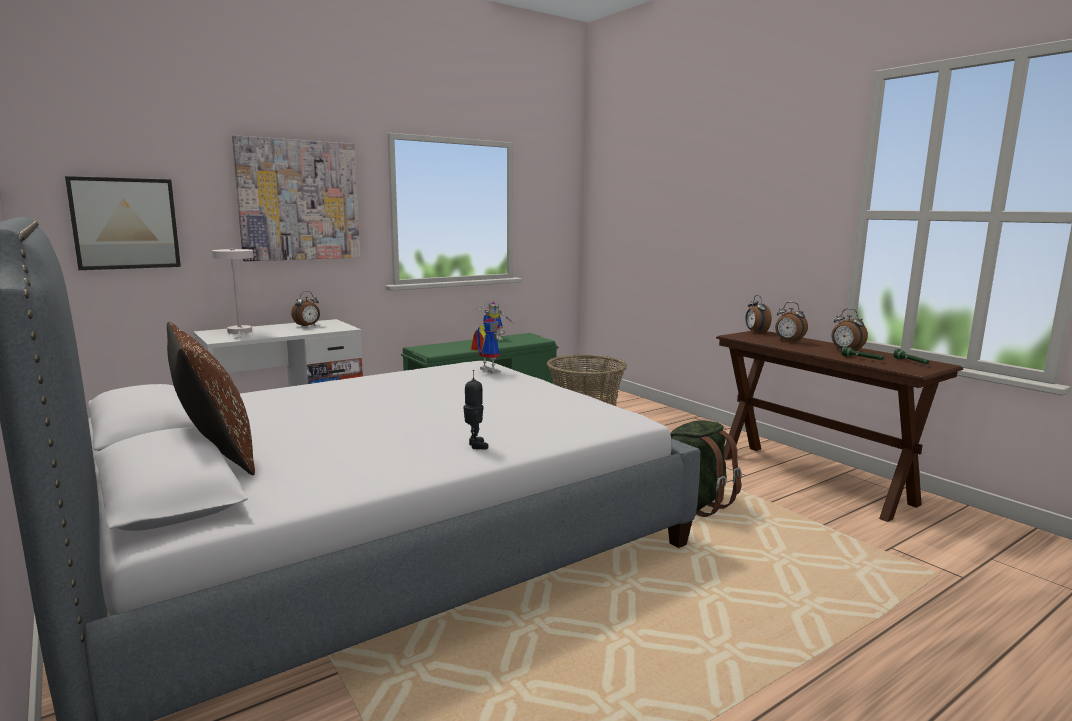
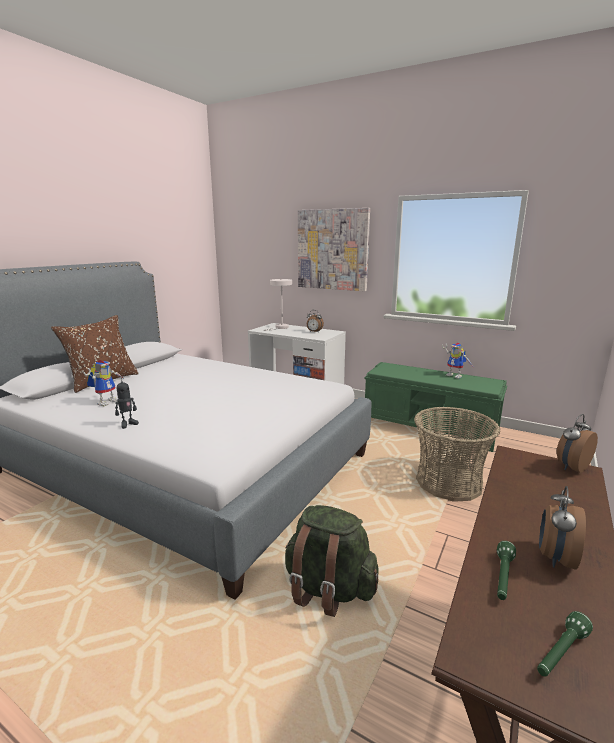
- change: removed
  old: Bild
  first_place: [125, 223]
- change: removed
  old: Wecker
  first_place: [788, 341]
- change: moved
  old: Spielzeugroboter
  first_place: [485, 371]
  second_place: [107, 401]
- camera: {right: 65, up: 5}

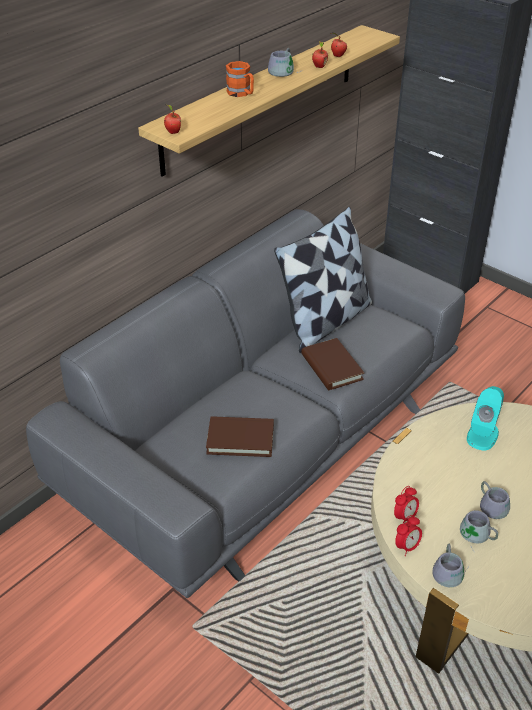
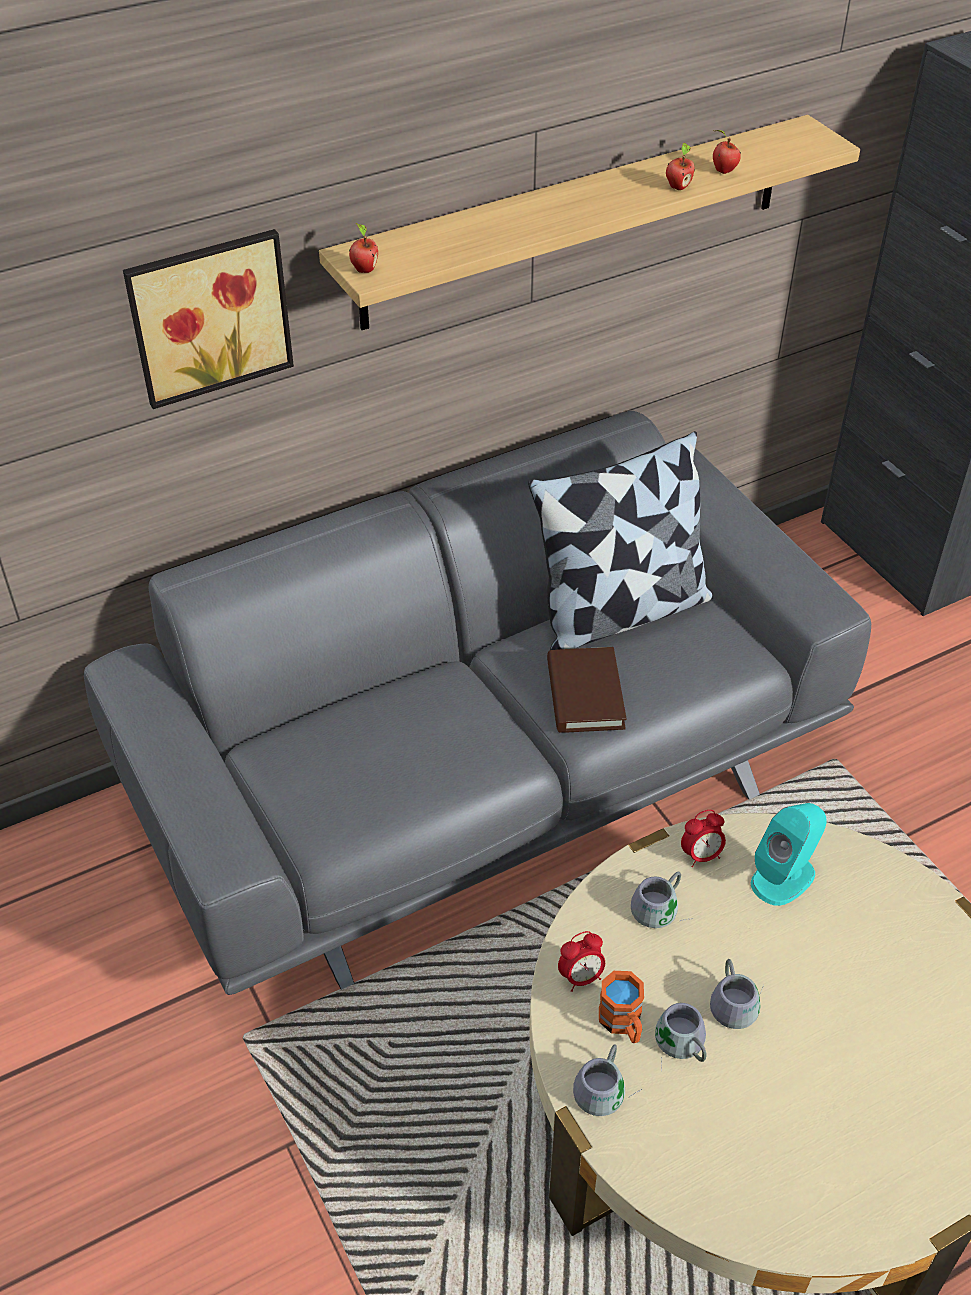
- change: moved
  old: Henkelbecher [grau]
  first_place: [285, 71]
  second_place: [662, 909]
- change: moved
  old: Henkelbecher [orange]
  first_place: [241, 93]
  second_place: [623, 1023]
- change: removed
  old: Buch [braun]
  first_place: [240, 439]
- change: moved
  old: Wecker
  first_place: [407, 546]
  second_place: [701, 855]
- change: added
  new: Bild
  second_place: [208, 315]
- camera: {right: 20, up: 5}

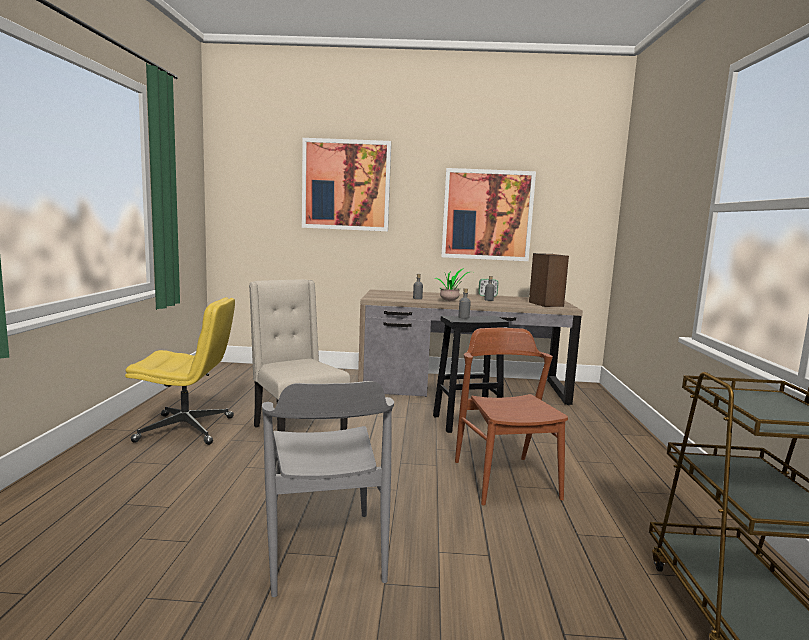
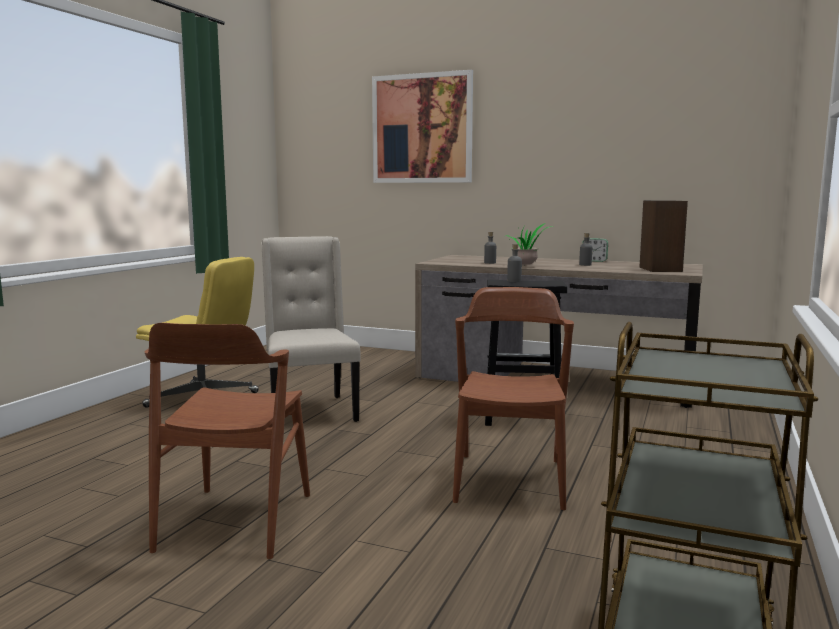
- change: removed
  old: Bild
  first_place: [487, 215]
- change: recoloured
  old: Stuhl [grau]
  new: Stuhl [braun]
  first_place: [324, 551]
  second_place: [235, 521]
- camera: {right: 20, up: 0}

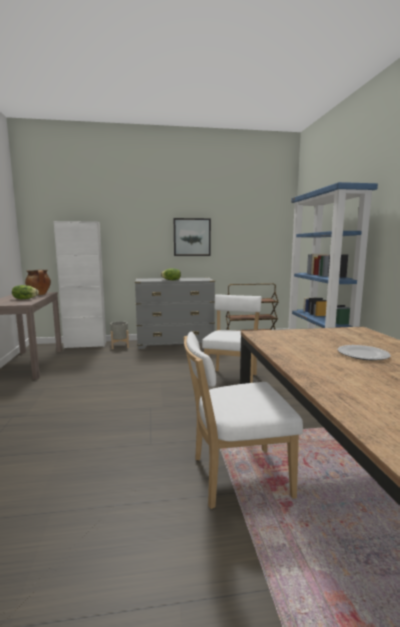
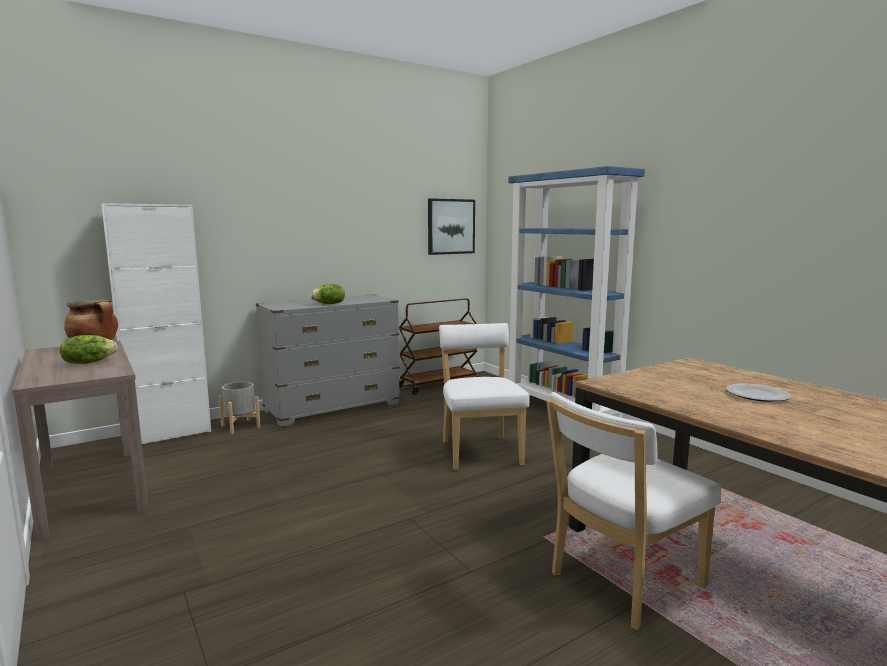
- change: moved
  old: Bild
  first_place: [192, 237]
  second_place: [450, 226]
- camera: {right: -25, up: 0}

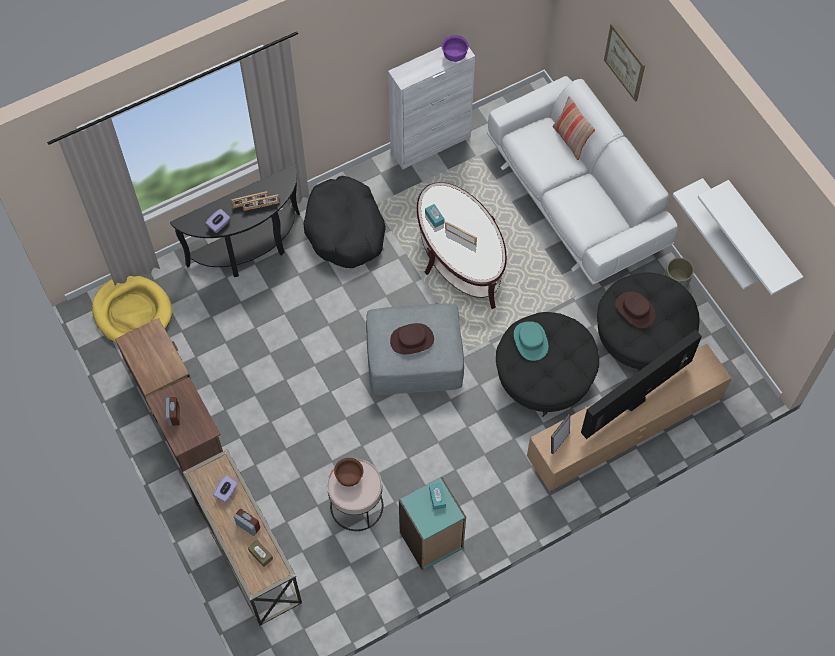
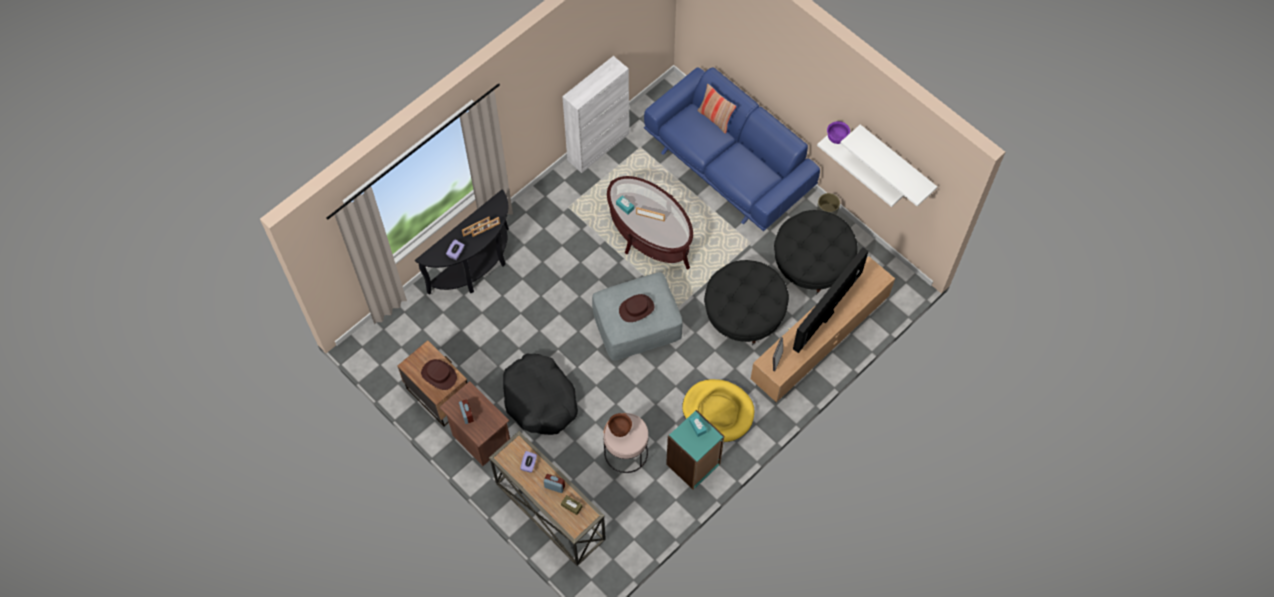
- change: removed
  old: Bild
  first_place: [624, 62]
- change: moved
  old: Schüssel [lila]
  first_place: [454, 56]
  second_place: [836, 138]
- change: recoloured
  old: Sofa [weiß]
  new: Sofa [blau]
  first_place: [576, 199]
  second_place: [729, 165]
- change: moved
  old: Hundebett [schwarz]
  first_place: [345, 229]
  second_place: [540, 399]
- change: moved
  old: Hundebett [gelb]
  first_place: [132, 312]
  second_place: [718, 411]
- change: moved
  old: Hut [braun]
  first_place: [635, 310]
  second_place: [439, 375]
- change: removed
  old: Hut [türkis]
  first_place: [530, 341]
- camera: {right: -15, up: 0}

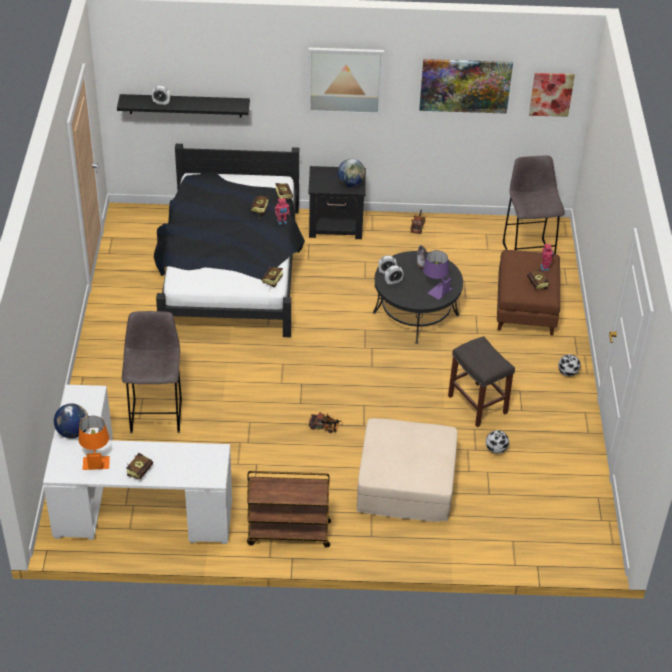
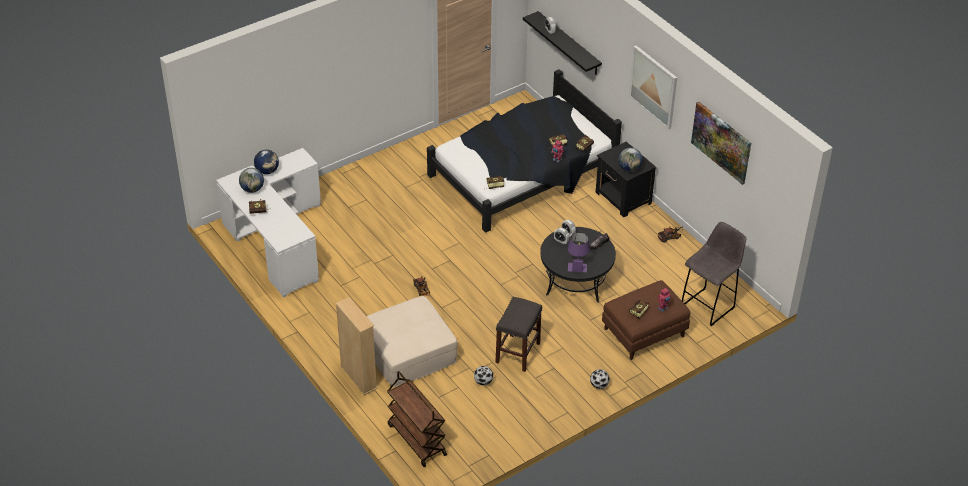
- change: removed
  old: Bild
  first_place: [551, 94]
- change: removed
  old: Hocker [grau]
  first_place: [156, 414]
- change: replaced
  old: Tischlampe [orange]
  new: Globus
  first_place: [96, 458]
  second_place: [252, 189]
- change: moved
  old: Rollwagen [braun]
  first_place: [288, 533]
  second_place: [416, 440]
- change: added
  new: Bücherregal [beige]
  second_place: [358, 377]
- camera: {right: 55, up: 0}

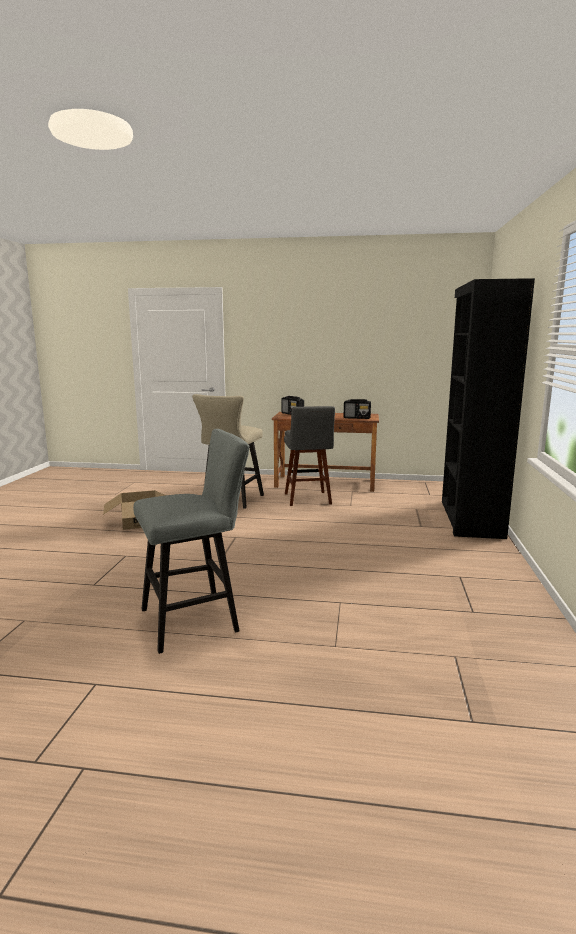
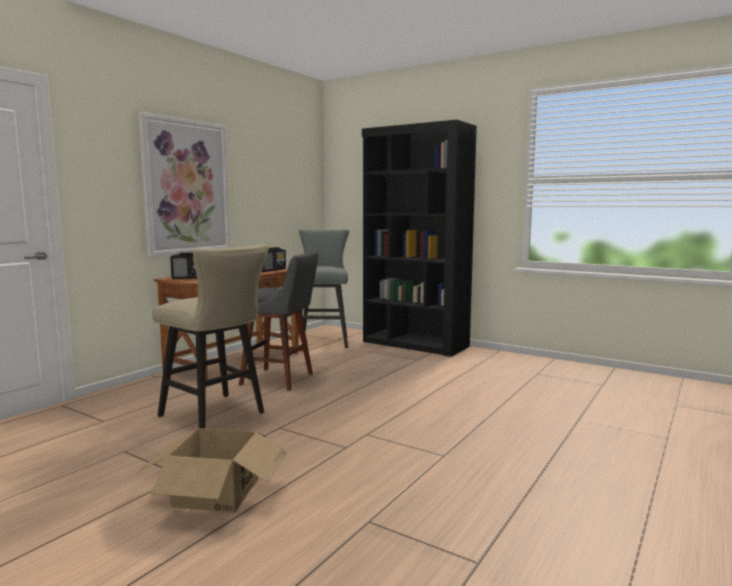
- change: moved
  old: Hocker [grau]
  first_place: [197, 619]
  second_place: [323, 340]
- change: added
  new: Bild
  second_place: [186, 187]
- camera: {right: -65, up: -5}

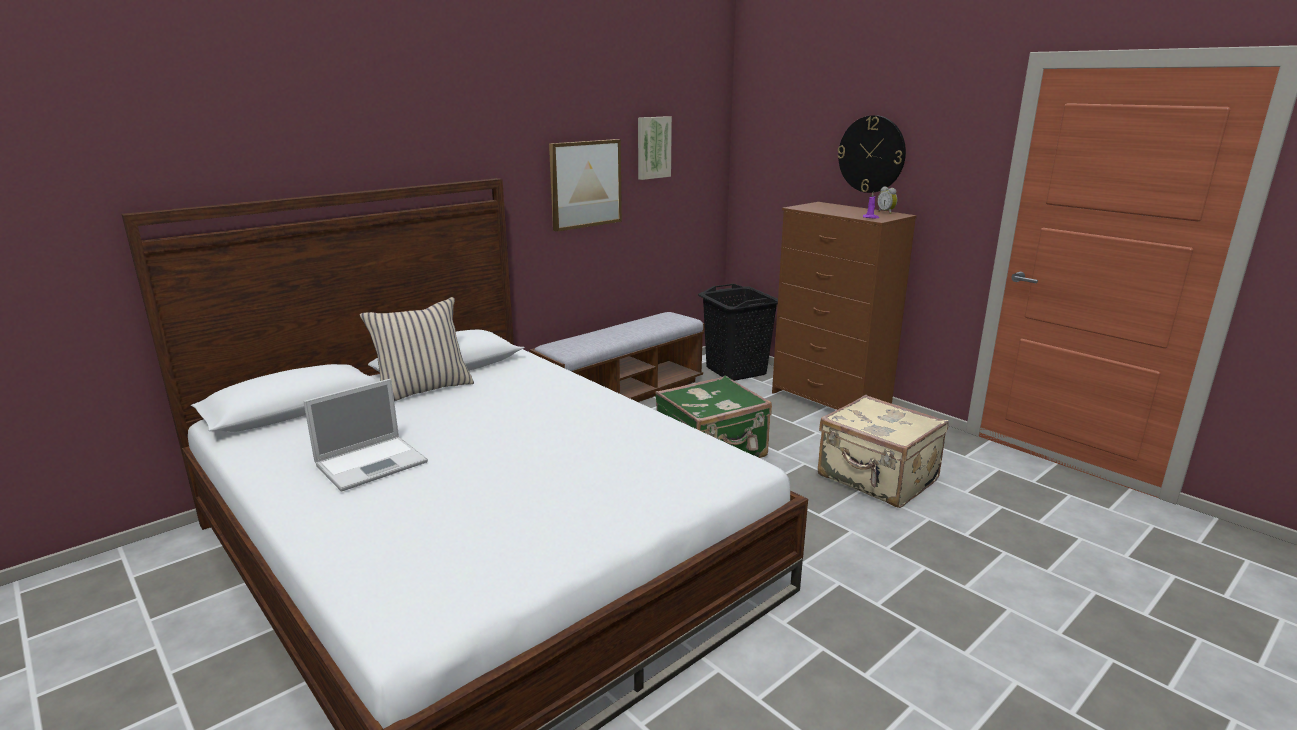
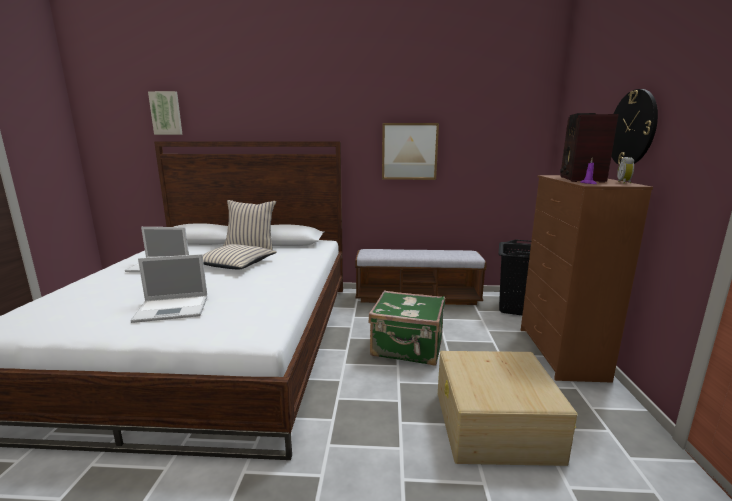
- change: moved
  old: Bild
  first_place: [653, 147]
  second_place: [166, 113]
- change: replaced
  old: Koffer [beige]
  new: Aufbewahrungsbox [beige]
  first_place: [877, 479]
  second_place: [495, 425]
- change: added
  new: Radio
  second_place: [581, 179]
- change: added
  new: Kissen [beige]
  second_place: [236, 264]
- change: added
  new: Laptop
  second_place: [173, 308]
- camera: {right: 45, up: -5}

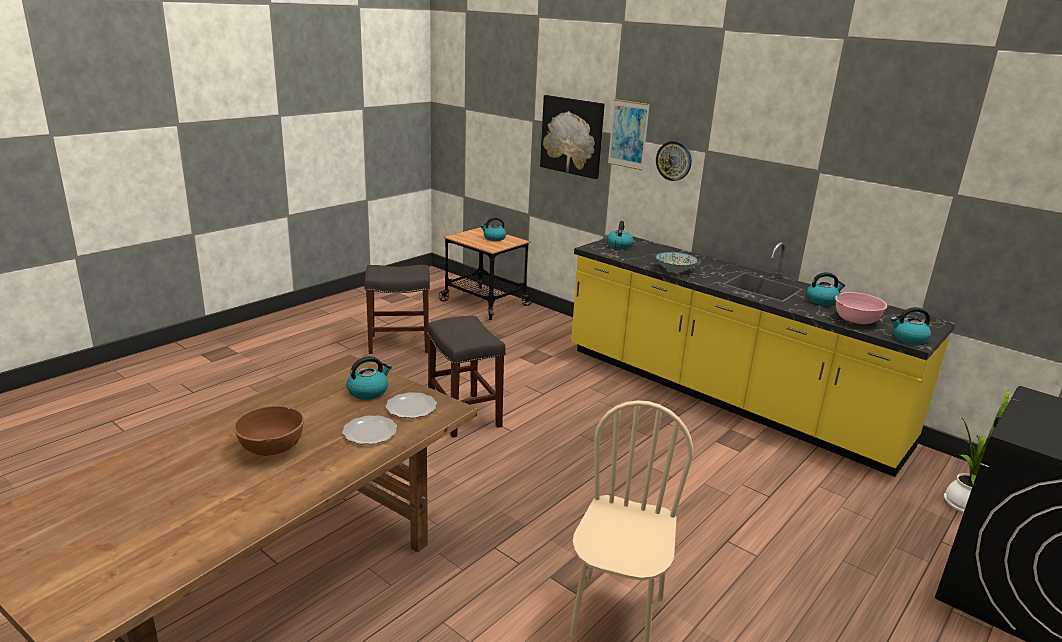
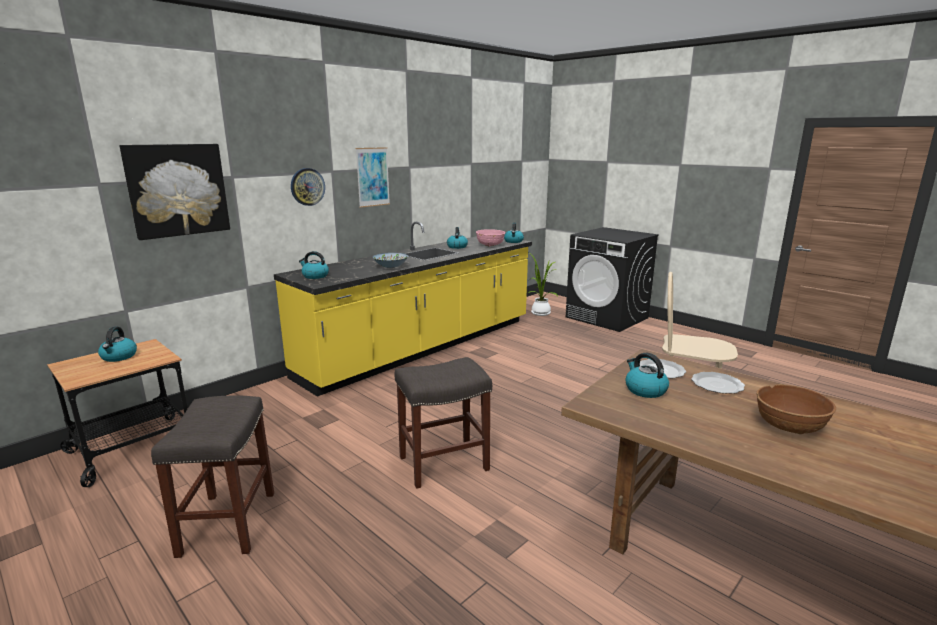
- change: moved
  old: Bild
  first_place: [628, 134]
  second_place: [373, 177]
- camera: {right: -85, up: -5}

